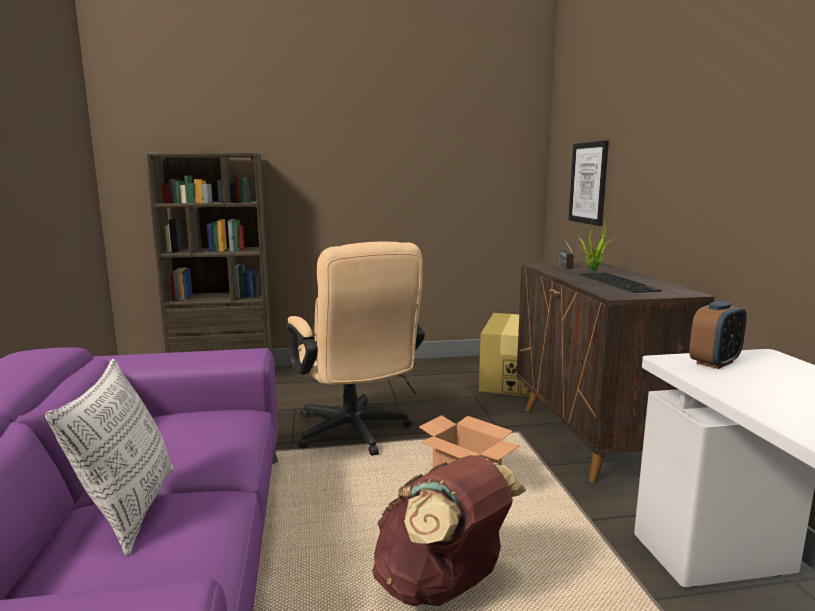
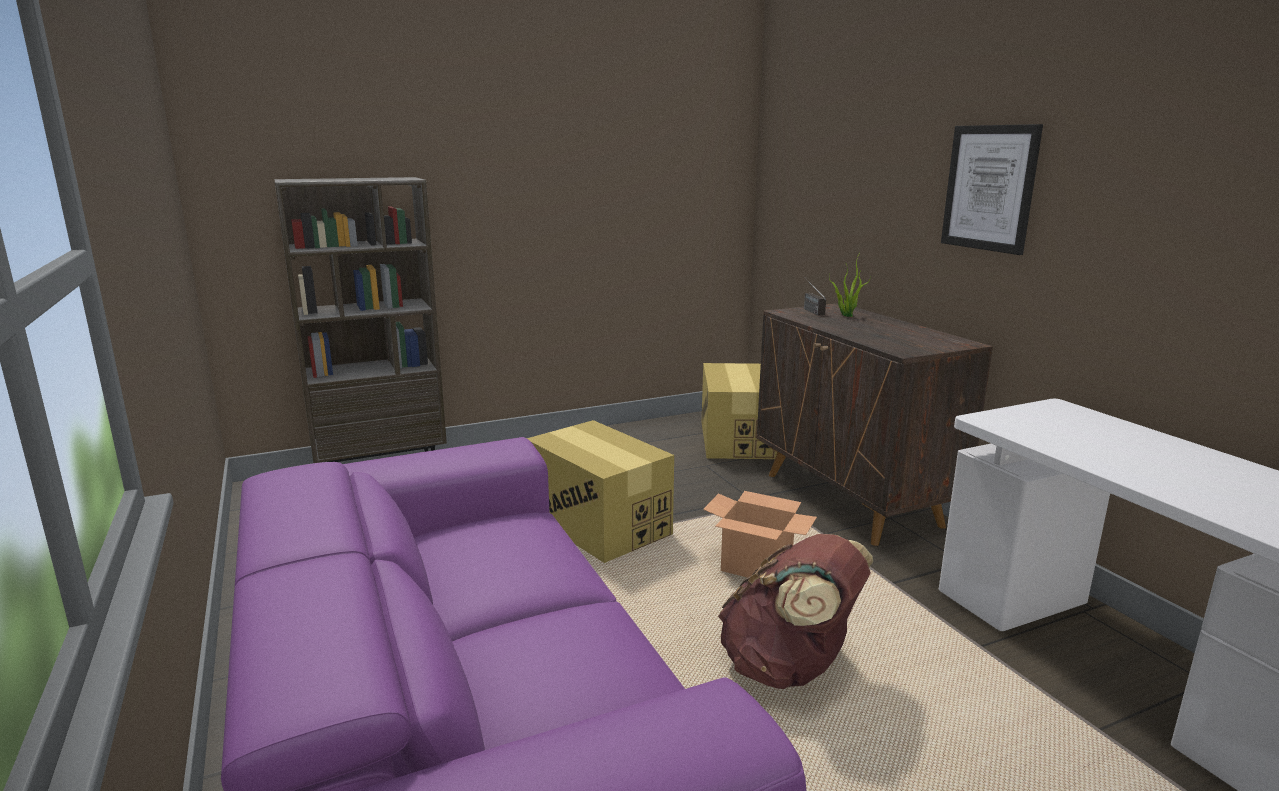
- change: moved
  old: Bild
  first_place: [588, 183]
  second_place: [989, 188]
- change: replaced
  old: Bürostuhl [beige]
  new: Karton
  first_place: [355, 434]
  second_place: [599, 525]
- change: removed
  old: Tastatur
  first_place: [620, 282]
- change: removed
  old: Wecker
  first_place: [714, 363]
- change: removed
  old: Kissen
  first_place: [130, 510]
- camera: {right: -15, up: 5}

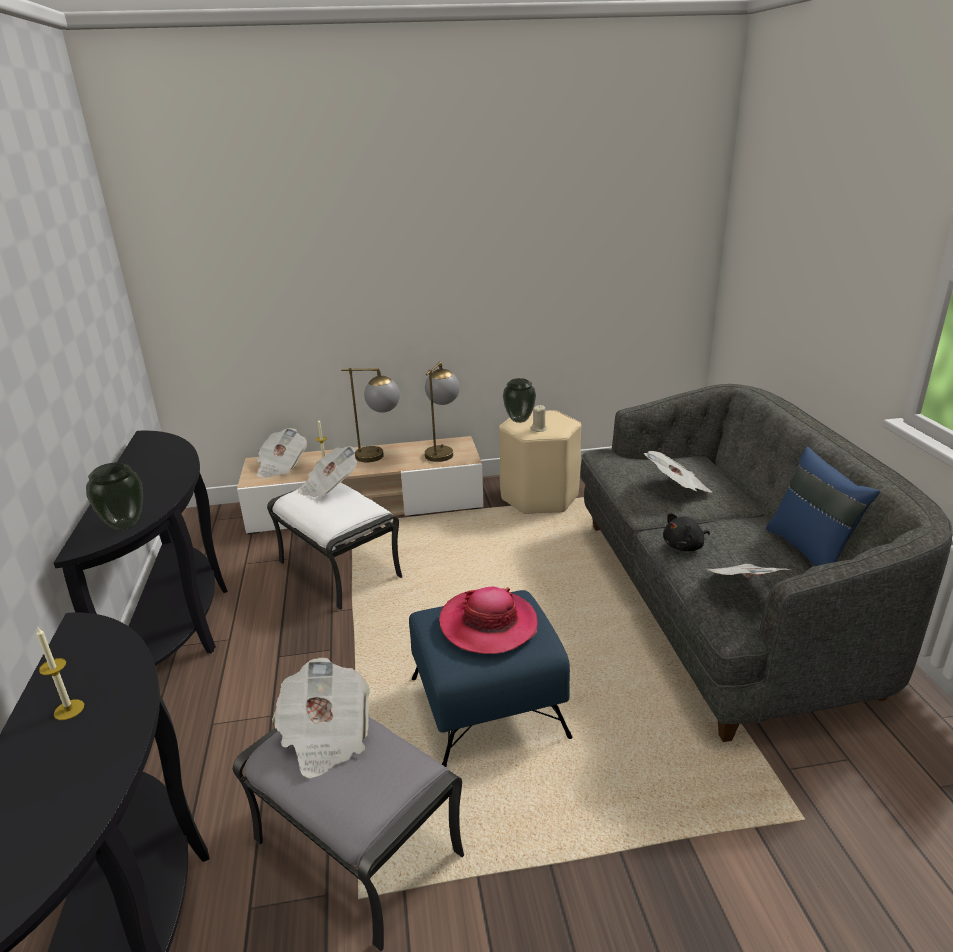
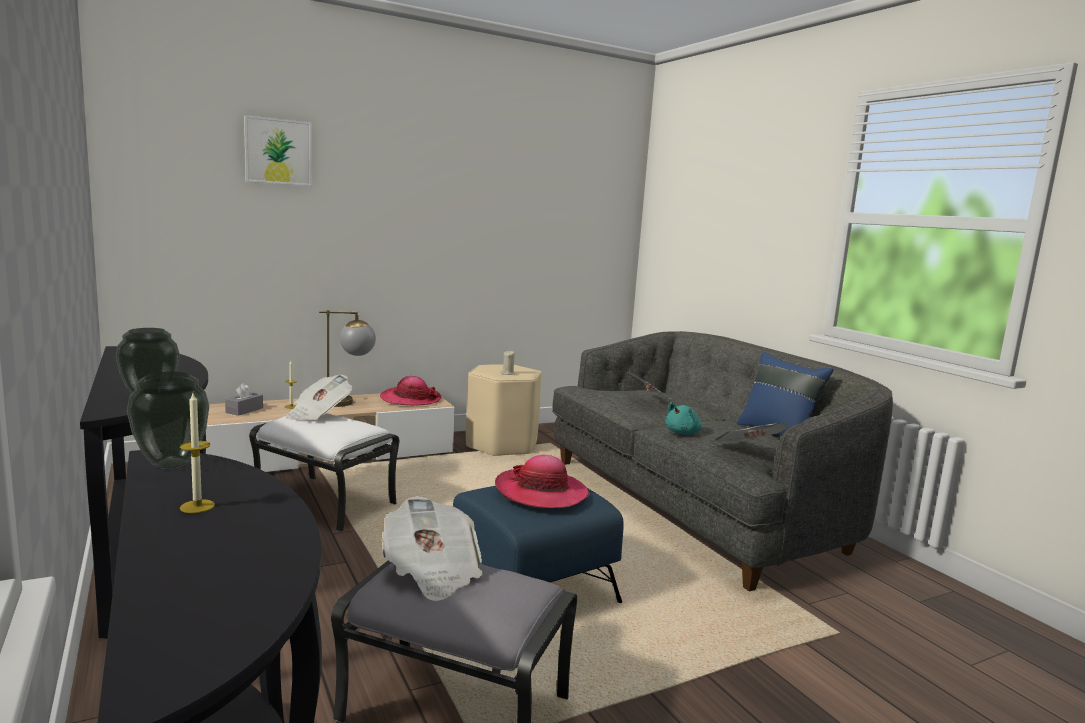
- change: replaced
  old: Tischlampe
  new: Hut
  first_place: [442, 451]
  second_place: [410, 399]
- change: moved
  old: Vase
  first_place: [519, 420]
  second_place: [171, 464]
- change: replaced
  old: Zeitung
  new: Taschentuchbox [grau]
  first_place: [281, 467]
  second_place: [244, 410]
- change: recoloured
  old: Plüschtier [schwarz]
  new: Plüschtier [türkis]
  first_place: [685, 546]
  second_place: [683, 433]
- change: added
  new: Bild
  second_place: [278, 151]
- camera: {right: -20, up: -15}

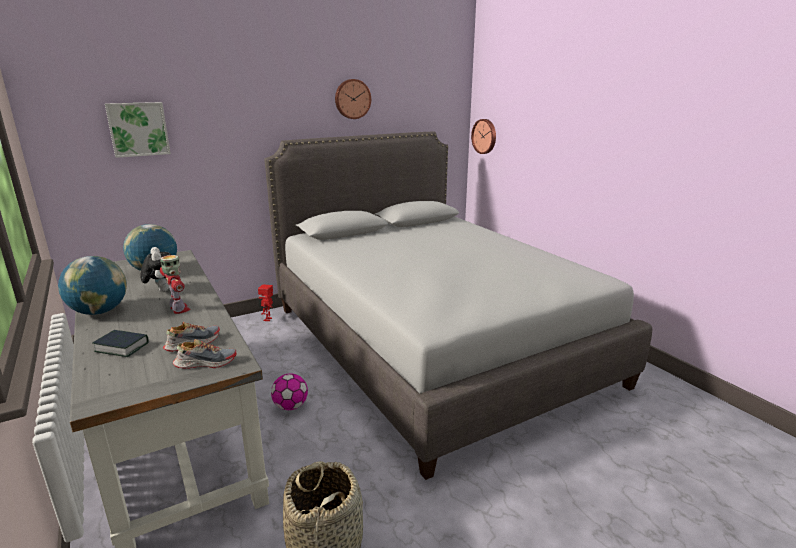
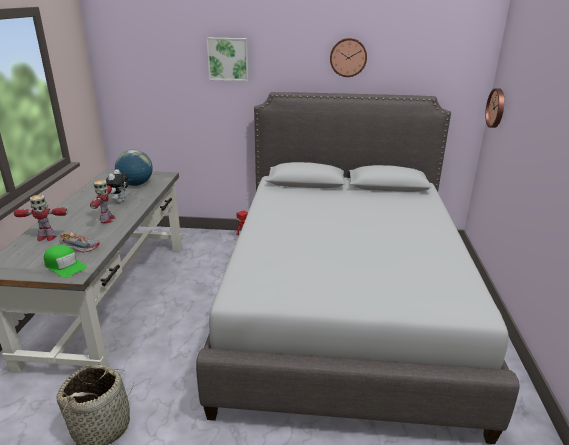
- change: moved
  old: Bild
  first_place: [138, 129]
  second_place: [228, 59]
- change: removed
  old: Globus
  first_place: [99, 311]
- change: replaced
  old: Buch
  new: Spielzeugroboter
  first_place: [122, 347]
  second_place: [46, 237]
- change: replaced
  old: Schuh
  new: Kappe [grün]
  first_place: [205, 363]
  second_place: [65, 266]
- change: removed
  old: Fußball
  first_place: [290, 406]
- camera: {right: 35, up: 5}

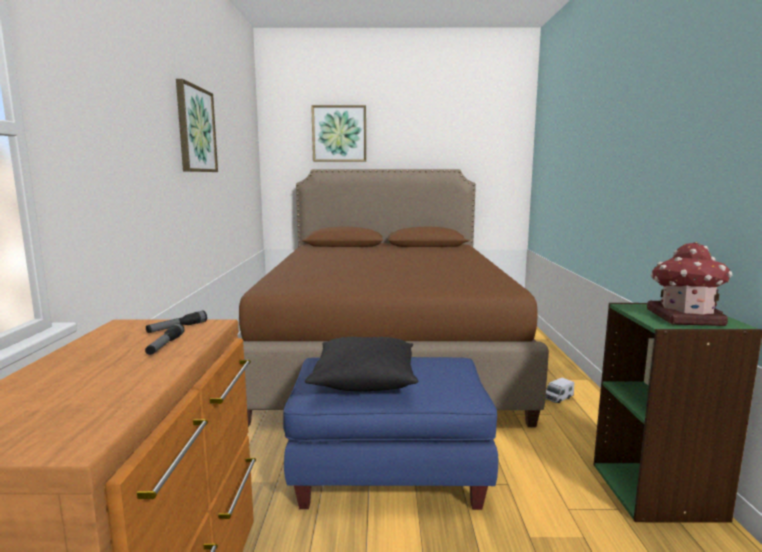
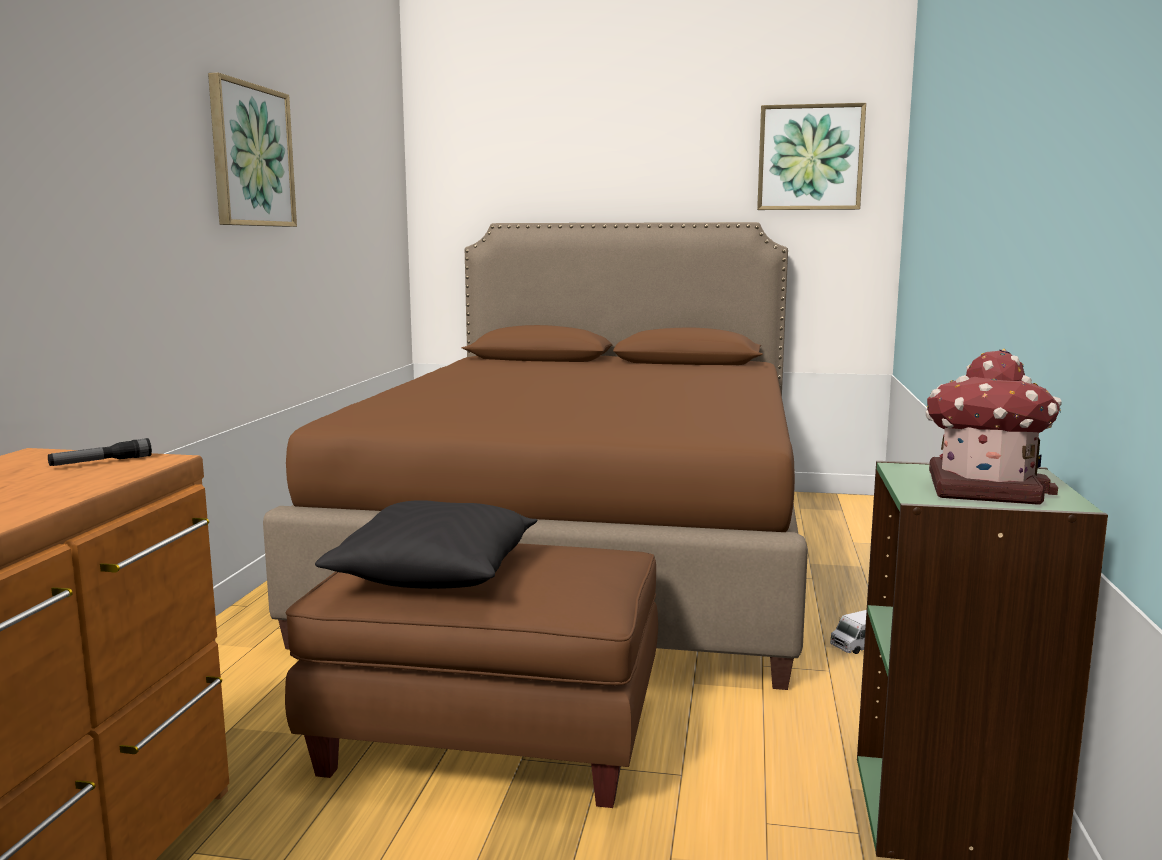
- change: moved
  old: Bild
  first_place: [339, 134]
  second_place: [810, 158]
- change: removed
  old: Taschenlampe
  first_place: [165, 345]
- change: recoloured
  old: Polsterhocker [blau]
  new: Polsterhocker [braun]
  first_place: [390, 470]
  second_place: [491, 734]
- camera: {right: 10, up: 0}

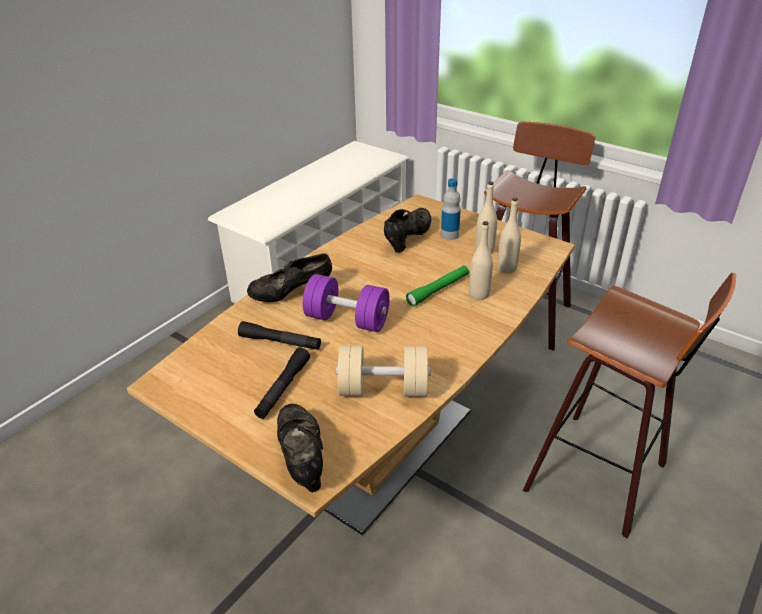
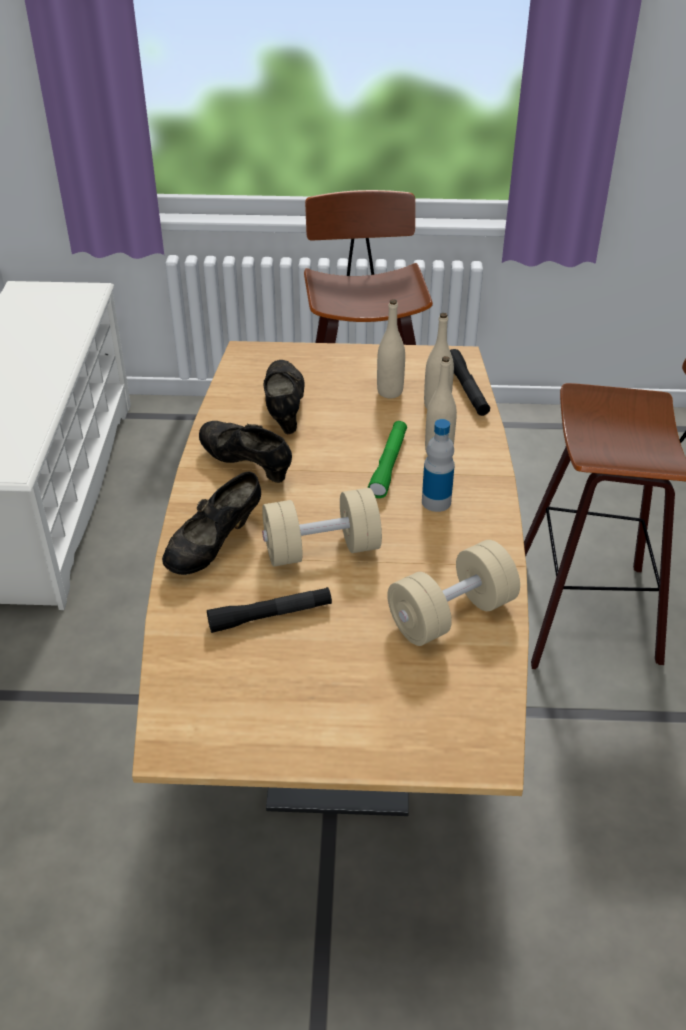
- change: moved
  old: Flasche
  first_place: [449, 235]
  second_place: [436, 502]
- change: recoloured
  old: Hantel [lila]
  new: Hantel [beige]
  first_place: [347, 320]
  second_place: [321, 549]
- change: moved
  old: Taschenlampe [schwarz]
  first_place: [283, 388]
  second_place: [466, 389]
- change: moved
  old: Schuh [schwarz]
  first_place: [302, 459]
  second_place: [246, 465]
- camera: {right: -35, up: 5}

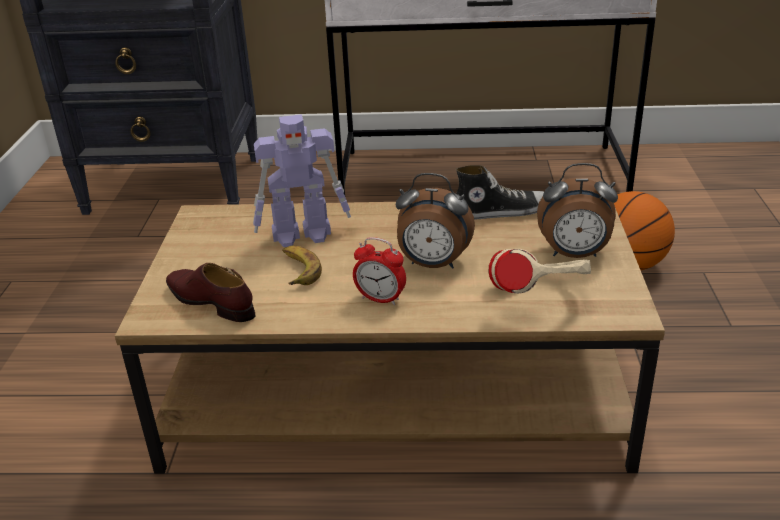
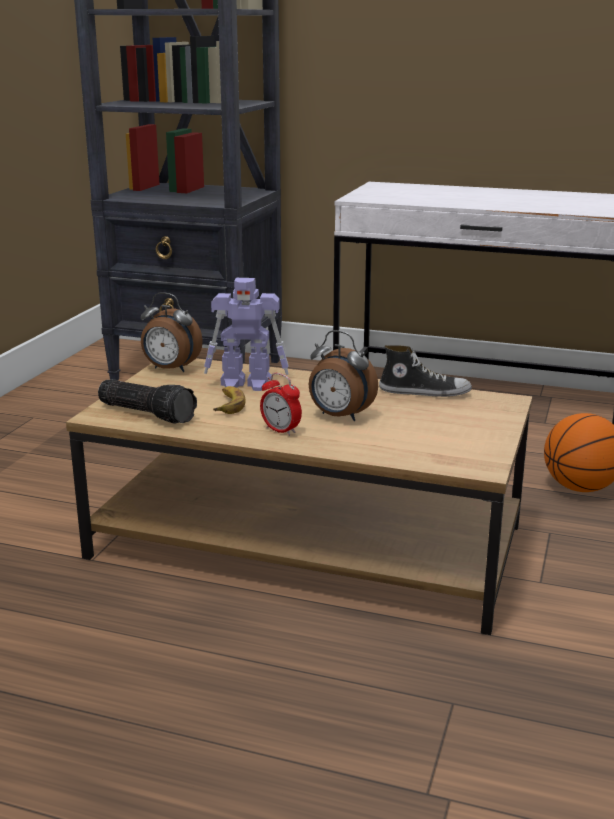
- change: moved
  old: Wecker
  first_place: [574, 255]
  second_place: [170, 369]
- change: removed
  old: Kopfhörer [beige]
  first_place: [538, 298]
- change: replaced
  old: Schuh [braun]
  new: Taschenlampe
  first_place: [211, 301]
  second_place: [148, 413]
- camera: {right: 15, up: -10}

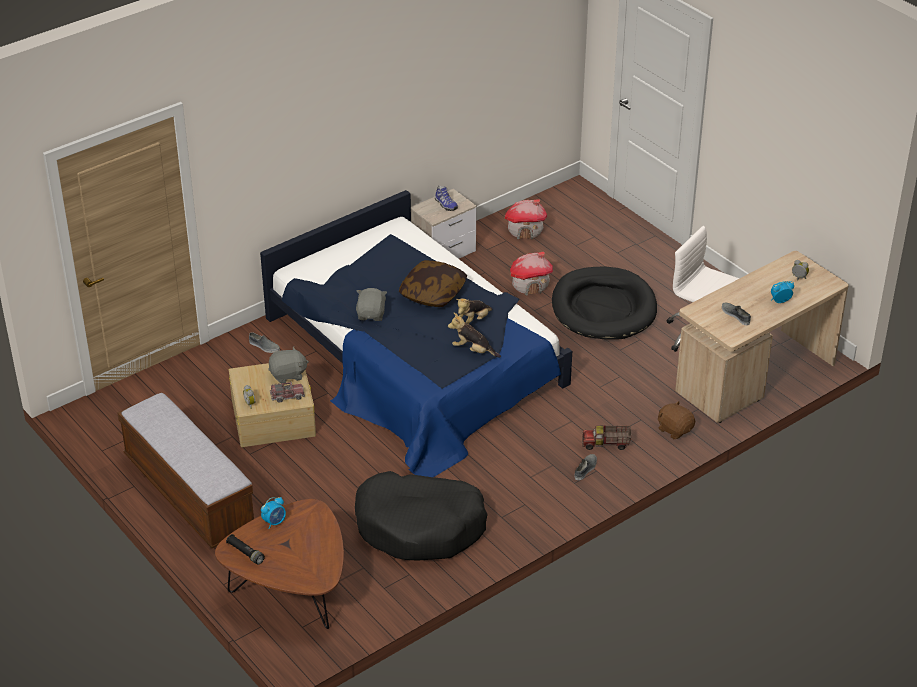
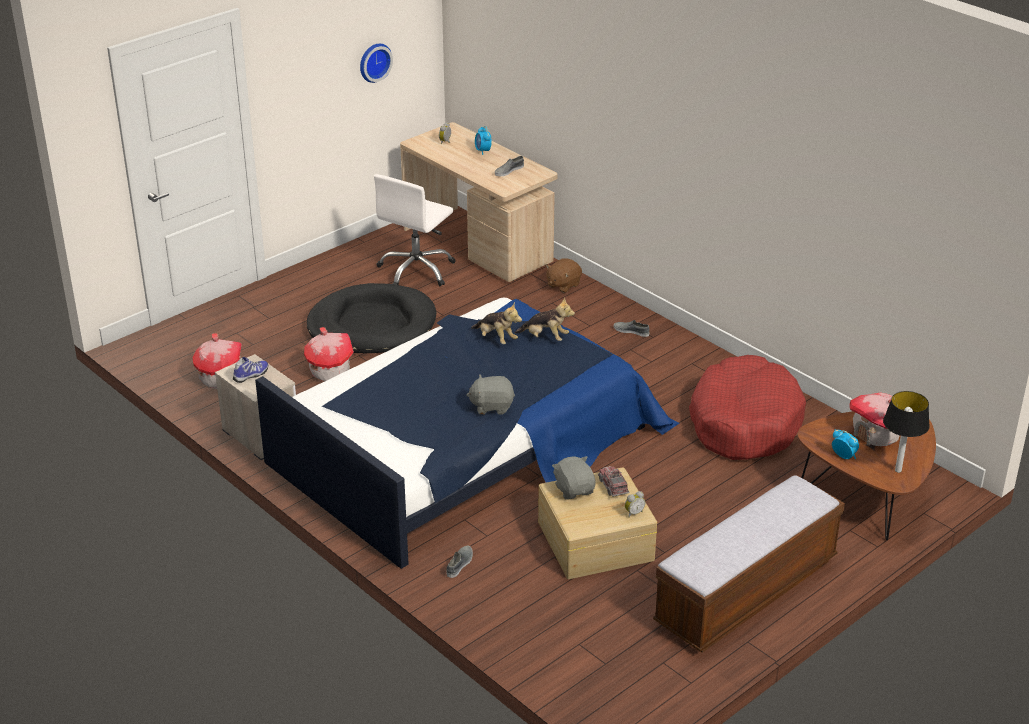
- change: removed
  old: Kissen
  first_place: [433, 293]
- change: turned
  old: Plüschtier
  first_place: [473, 350]
  second_place: [545, 337]
  degrees: -90
- change: removed
  old: Spielzeuglaster
  first_place: [606, 444]
- change: recoloured
  old: Hundebett [schwarz]
  new: Hundebett [rot]
  first_place: [420, 527]
  second_place: [744, 423]
- change: replaced
  old: Taschenlampe [schwarz]
  new: Tischlampe
  first_place: [245, 553]
  second_place: [897, 470]
- change: added
  new: Wanduhr
  second_place: [373, 62]
- change: added
  new: Spielzeughaus
  second_place: [876, 434]
- camera: {right: -95, up: -5}

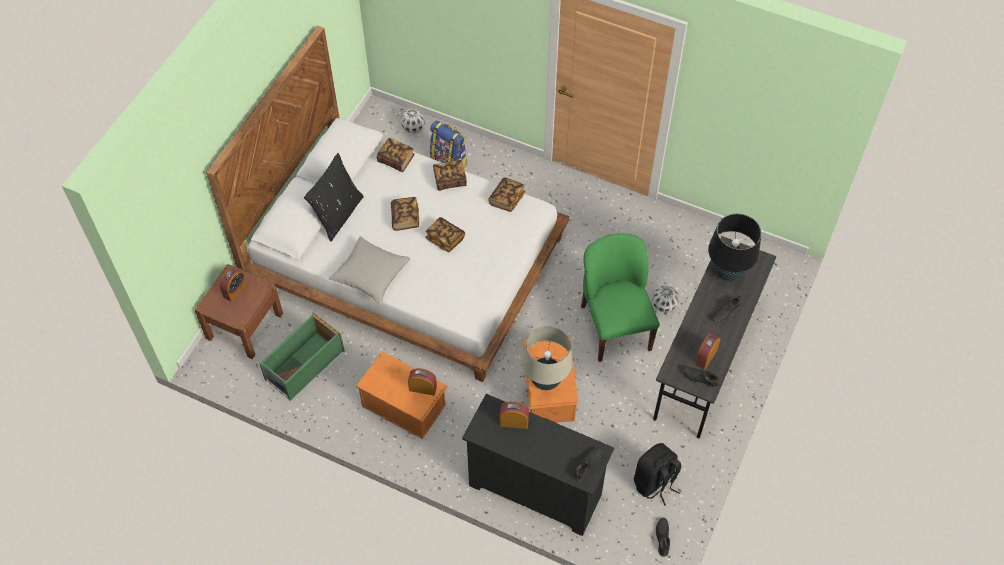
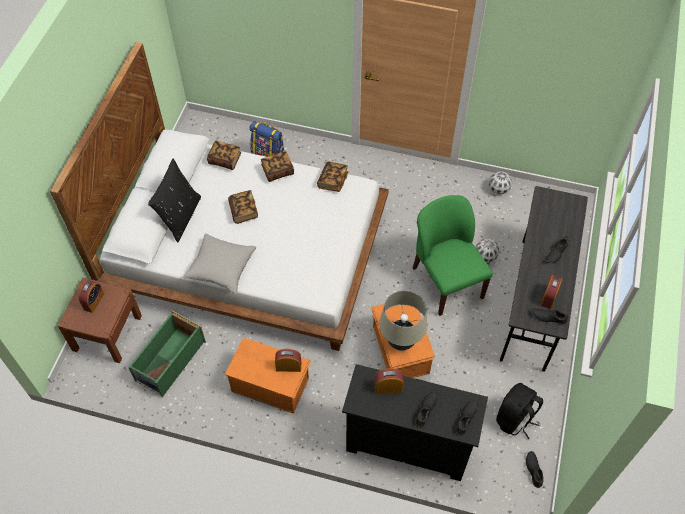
- change: moved
  old: Fußball
  first_place: [413, 128]
  second_place: [498, 189]
- change: removed
  old: Tischlampe [schwarz]
  first_place: [727, 272]
- change: removed
  old: Buch
  first_place: [445, 239]
- change: added
  new: Schuh [schwarz]
  second_place: [426, 410]
- camera: {right: -10, up: 0}

